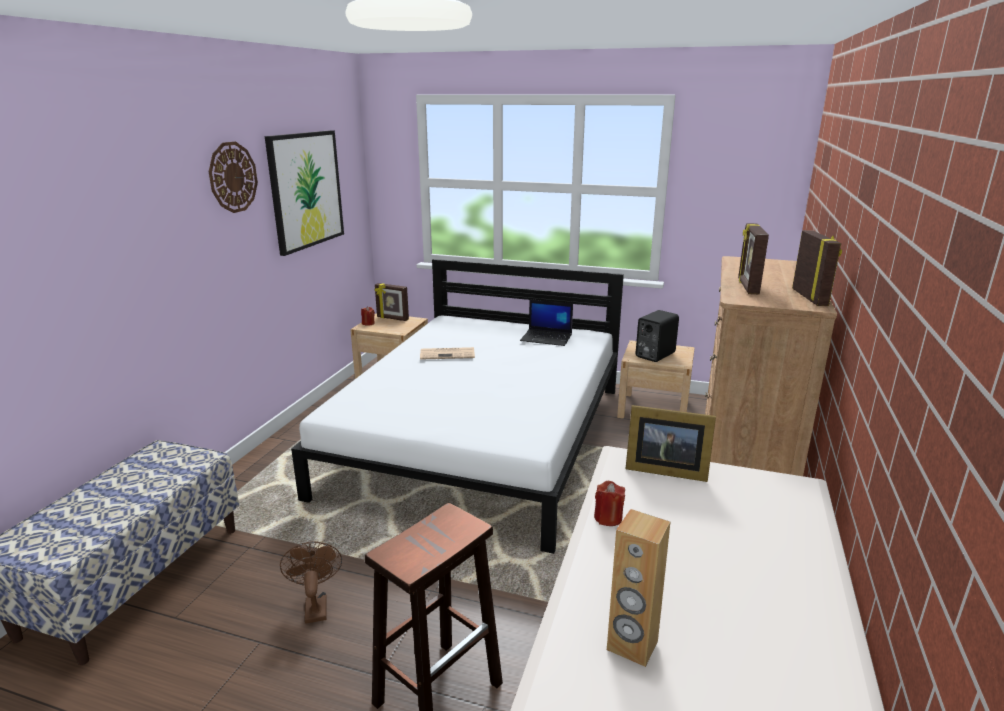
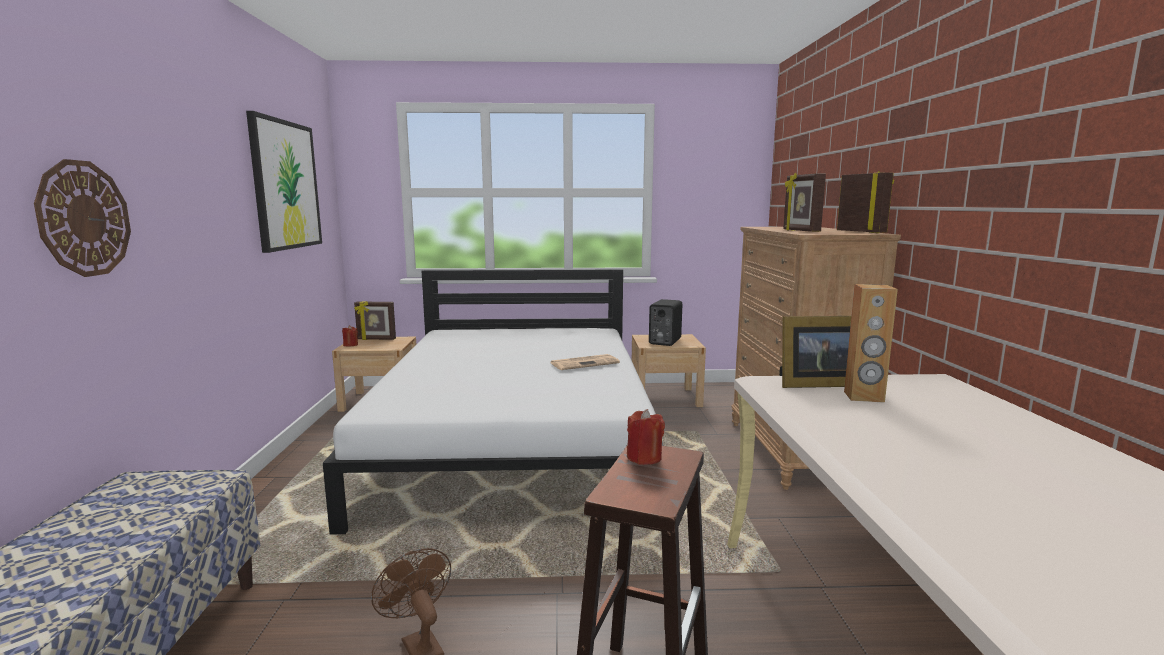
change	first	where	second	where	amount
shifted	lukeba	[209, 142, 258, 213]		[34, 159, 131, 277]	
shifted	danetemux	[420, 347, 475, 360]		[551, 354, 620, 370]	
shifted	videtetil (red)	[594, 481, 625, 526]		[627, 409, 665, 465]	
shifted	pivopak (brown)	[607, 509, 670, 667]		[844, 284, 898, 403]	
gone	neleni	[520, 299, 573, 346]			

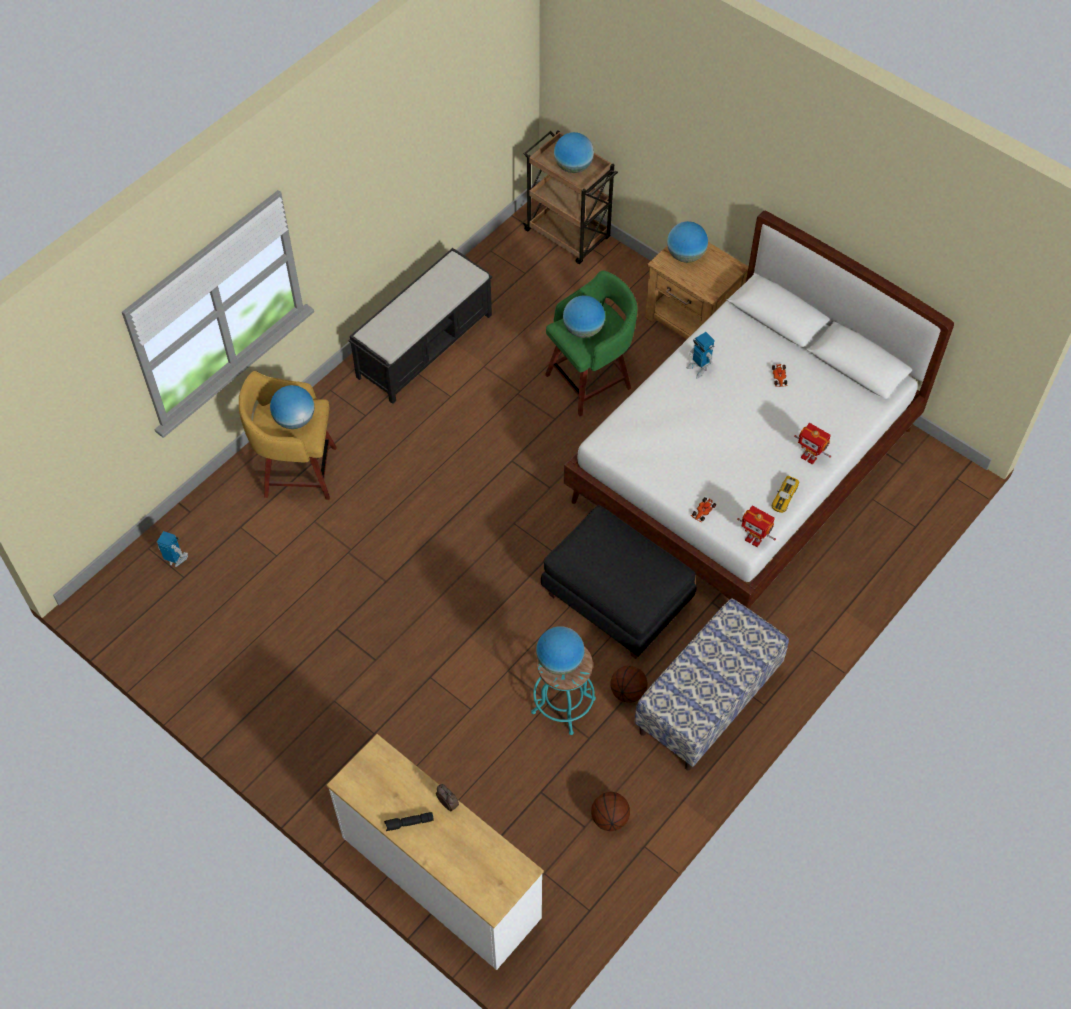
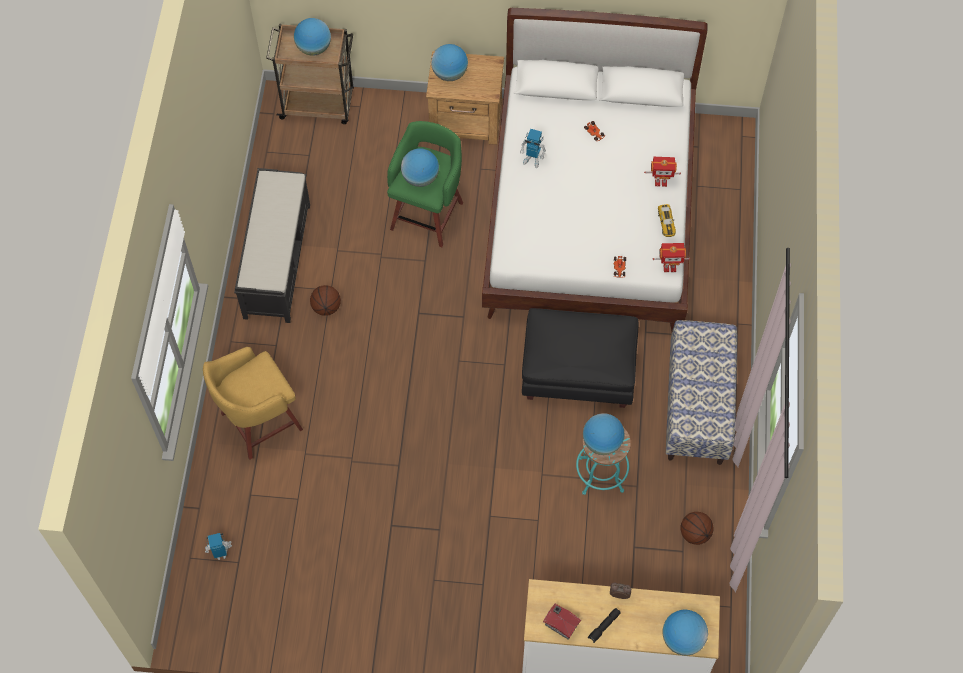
change	first	where	second	where	amount
shifted	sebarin	[610, 666, 648, 703]		[310, 285, 341, 316]	
new			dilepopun	[543, 604, 581, 640]	
shifted	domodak	[270, 385, 314, 429]		[663, 610, 708, 656]	

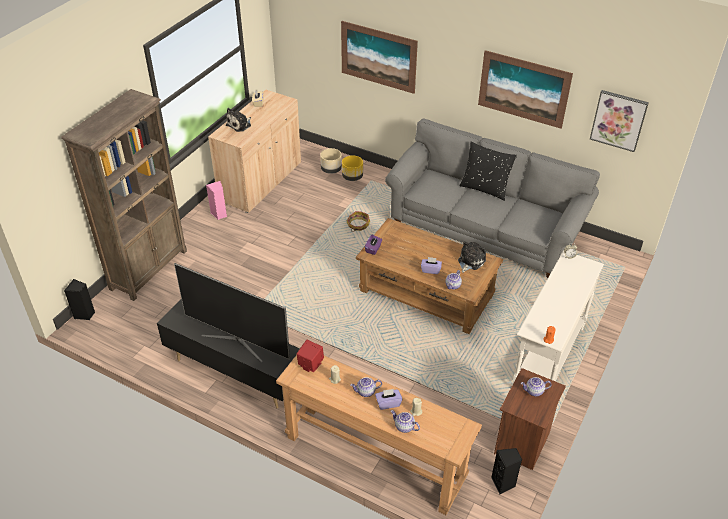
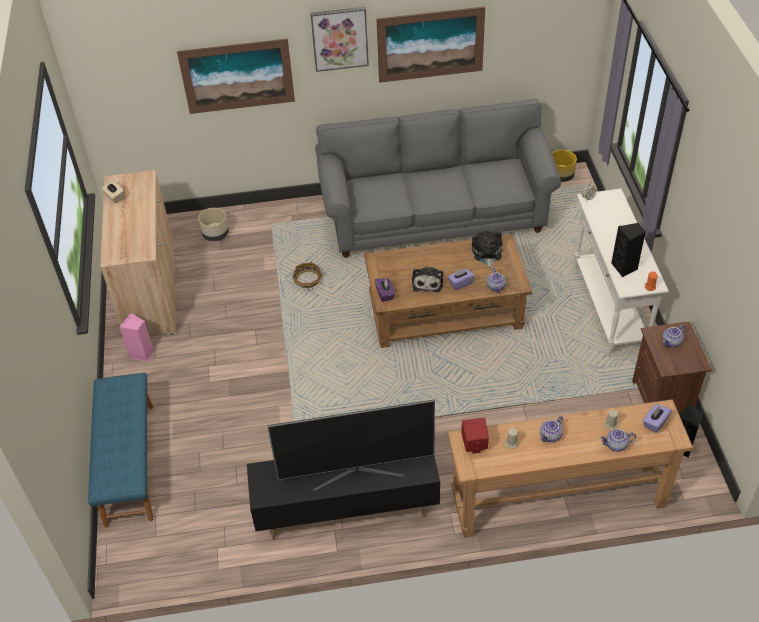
change	first	where	second	where	amount
swapped	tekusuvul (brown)	[61, 89, 187, 301]	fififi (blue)	[88, 373, 153, 528]	
shifted	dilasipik	[590, 90, 649, 152]		[311, 7, 369, 72]	
shifted	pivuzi	[226, 108, 251, 132]		[412, 266, 443, 292]	
shifted	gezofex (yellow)	[342, 155, 363, 181]		[552, 150, 577, 182]	
shifted	pivopak (black)	[64, 279, 95, 320]		[611, 223, 646, 277]	
shifted	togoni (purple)	[375, 389, 403, 410]		[643, 404, 672, 433]	
gone	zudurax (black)	[460, 142, 517, 201]			

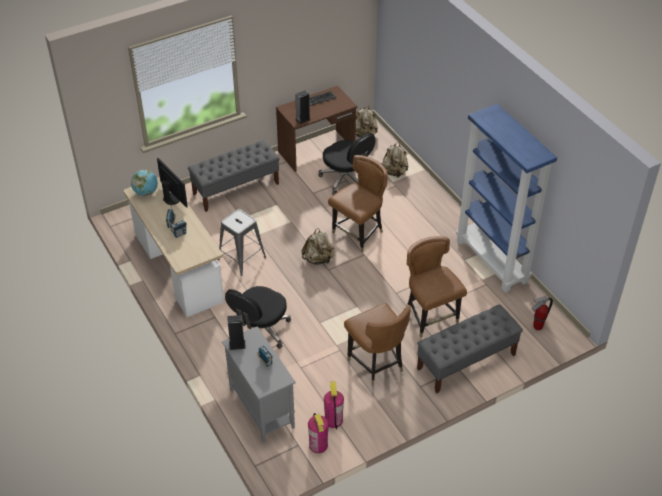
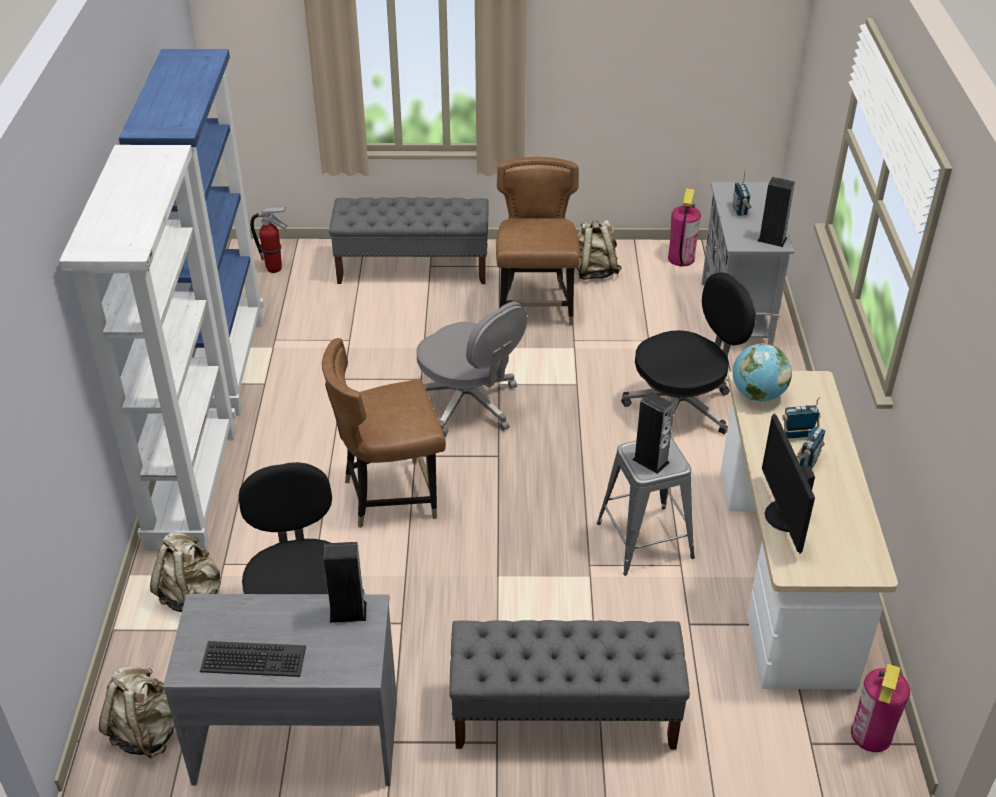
change	first	where	second	where	amount
new			tekusuvul (white)	[59, 145, 236, 551]	
repainted	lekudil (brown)	[276, 86, 358, 172]	lekudil (grey)	[163, 594, 397, 786]	
new			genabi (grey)	[416, 302, 527, 437]	
shifted	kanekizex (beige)	[302, 228, 335, 265]		[577, 220, 622, 280]	
new			pivopak	[632, 392, 674, 474]	
shifted	domodak	[131, 170, 158, 196]		[733, 343, 792, 401]	
shifted	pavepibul	[324, 381, 344, 430]		[851, 663, 910, 752]	
gone	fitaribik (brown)	[407, 236, 467, 337]			

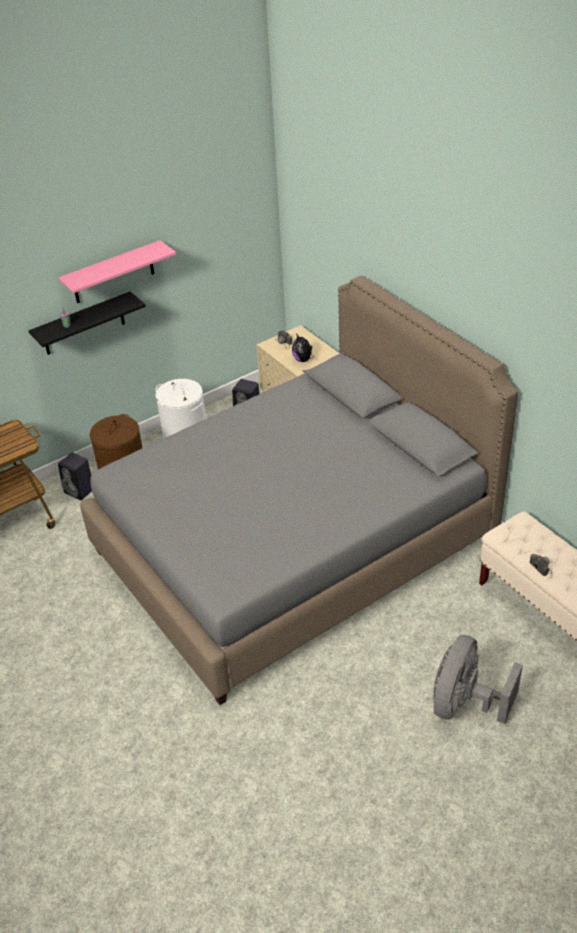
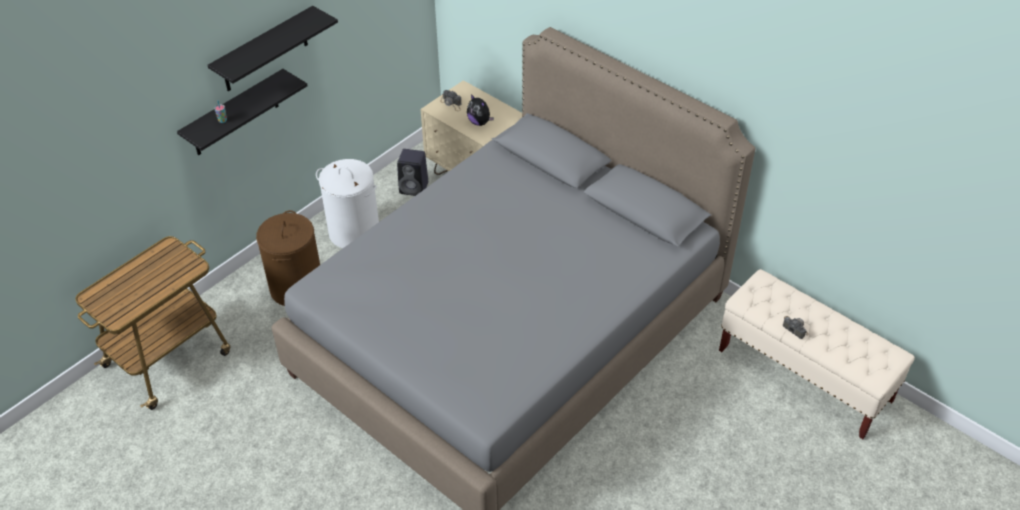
change	first	where	second	where	amount
repainted	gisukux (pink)	[59, 240, 176, 303]	gisukux (black)	[207, 6, 338, 91]	
gone	pivopak (black)	[58, 452, 92, 500]			
gone	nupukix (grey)	[433, 635, 523, 724]			

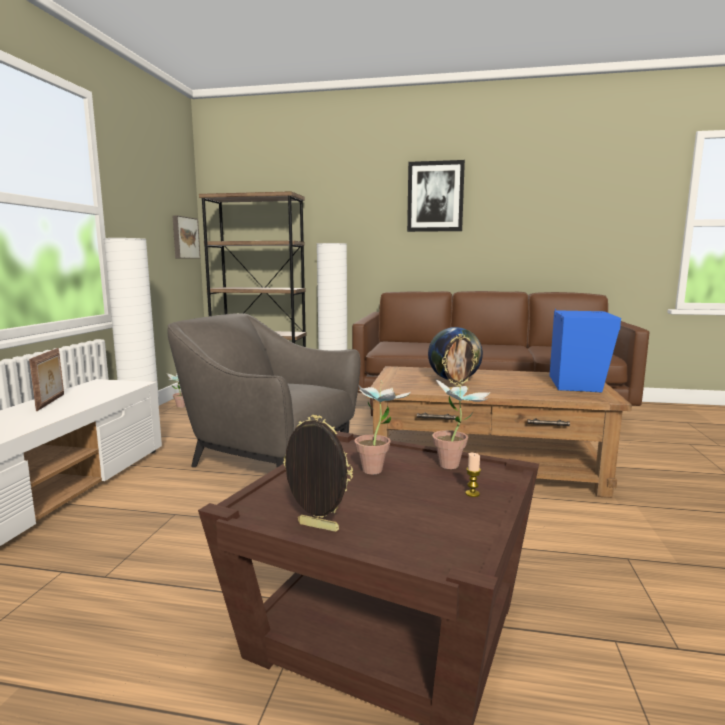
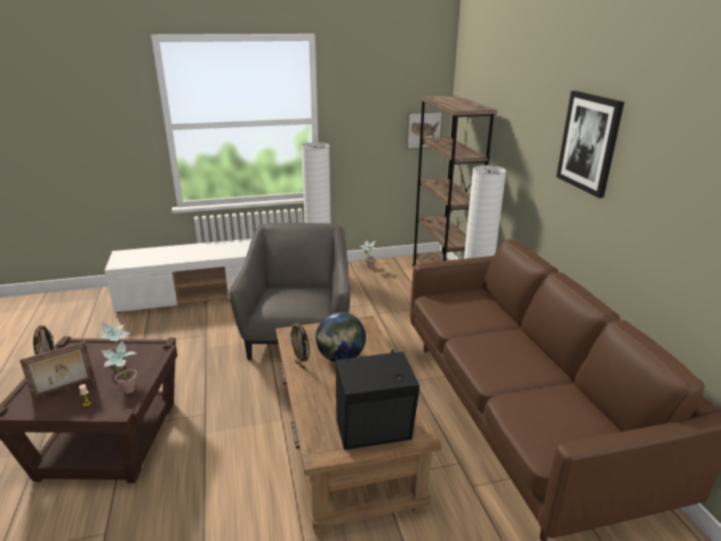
change	first	where	second	where	amount
shifted	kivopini	[29, 348, 64, 411]		[20, 341, 95, 399]	
repainted	pivopak (blue)	[549, 308, 621, 392]	pivopak (black)	[335, 350, 420, 450]	

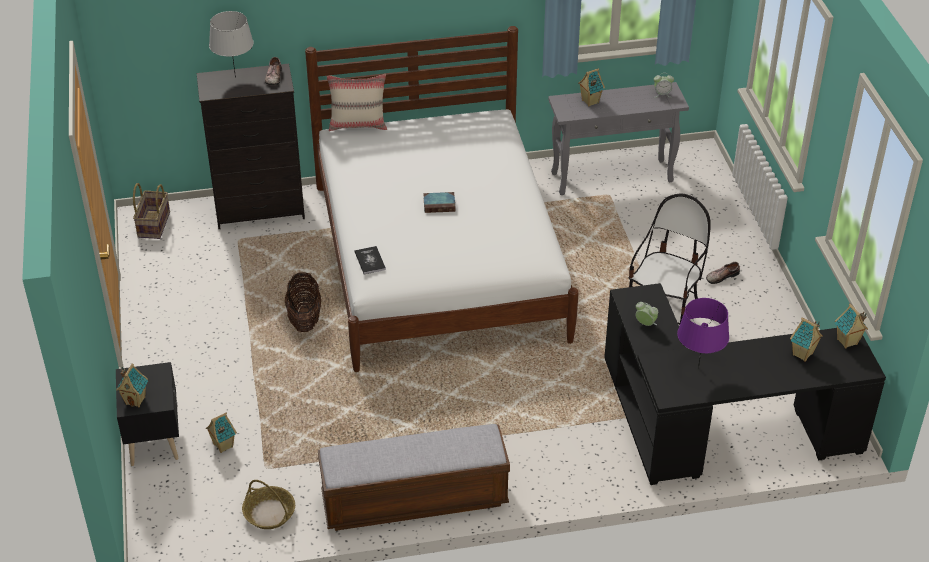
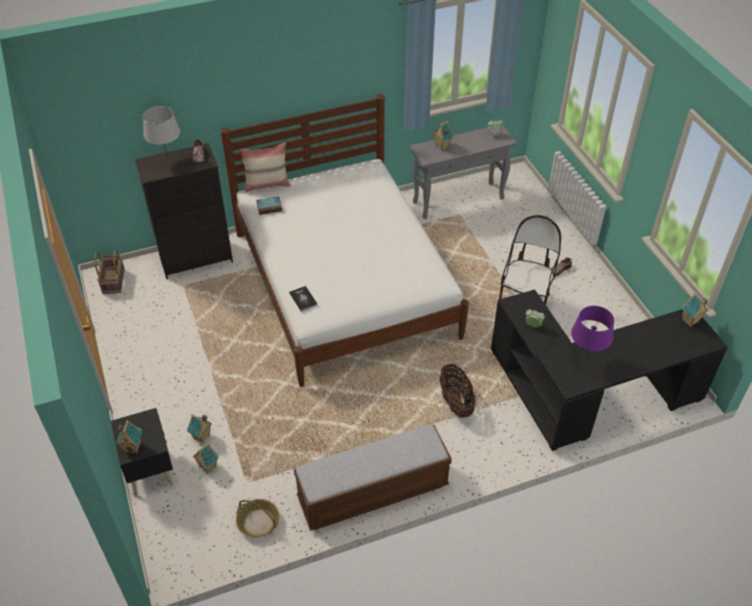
change	first	where	second	where	amount
shifted	dilepopun	[790, 318, 823, 362]		[187, 414, 212, 444]	
shifted	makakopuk	[423, 192, 456, 213]		[256, 196, 282, 215]	
shifted	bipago	[285, 272, 321, 332]		[440, 364, 476, 418]	

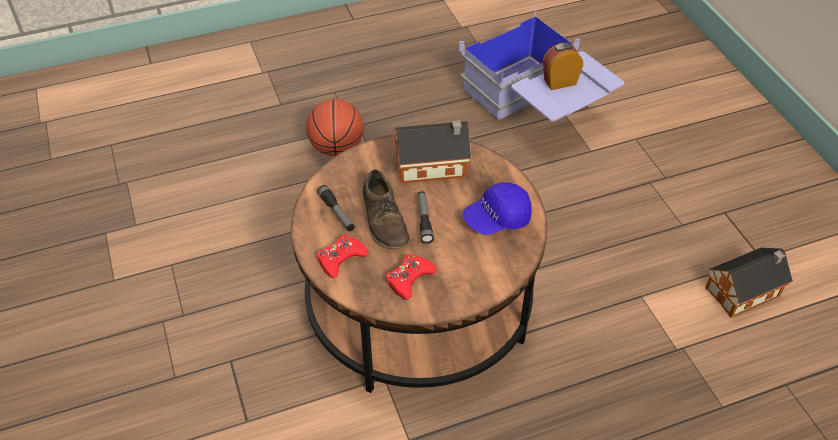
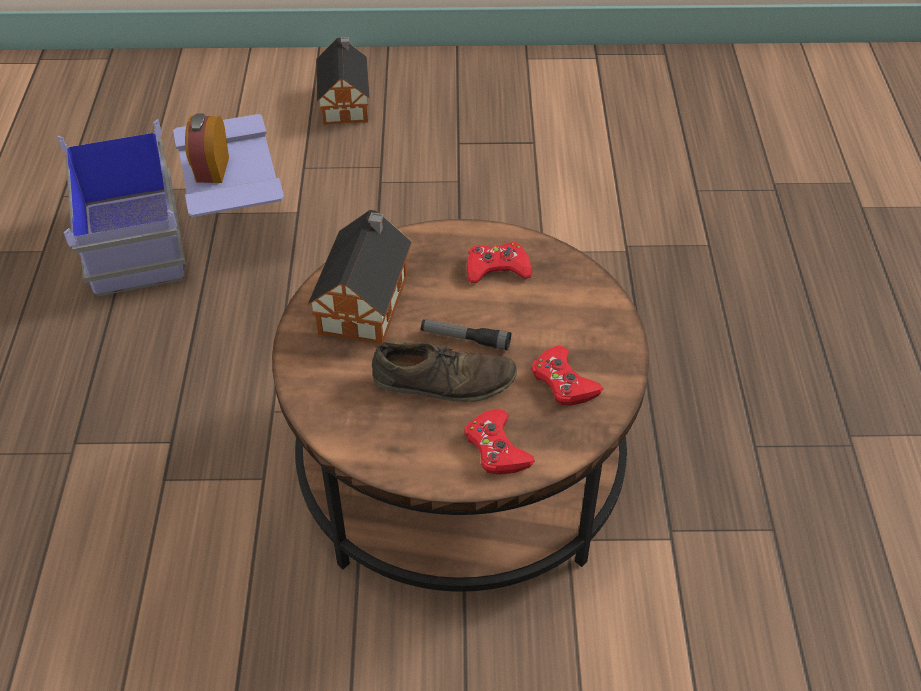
change	first	where	second	where	amount
shifted	dilepopun	[705, 247, 793, 318]		[316, 37, 370, 125]	
swapped	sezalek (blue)	[462, 182, 532, 235]	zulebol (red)	[467, 242, 532, 283]	
gone	sebarin	[306, 99, 364, 156]			
gone	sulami	[317, 185, 355, 231]			

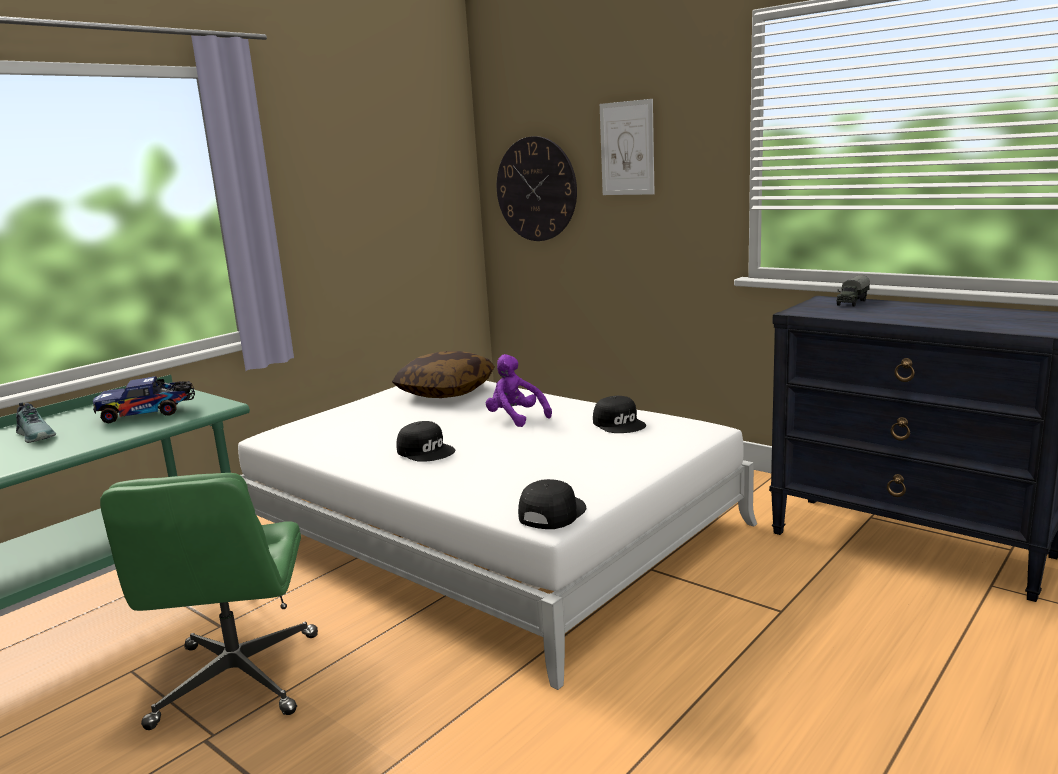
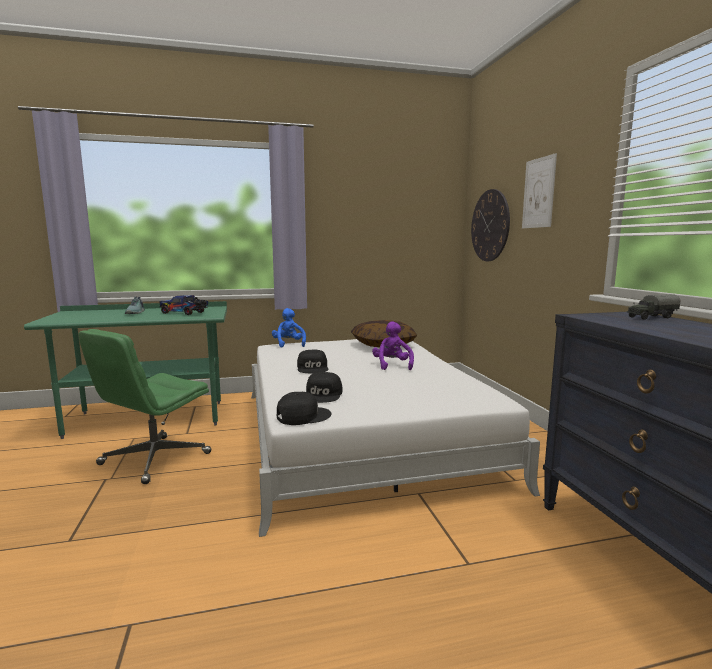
change	first	where	second	where	amount
new			pivuzi (blue)	[272, 308, 306, 347]	
shifted	sezalek (black)	[593, 396, 646, 433]		[306, 372, 342, 403]	

